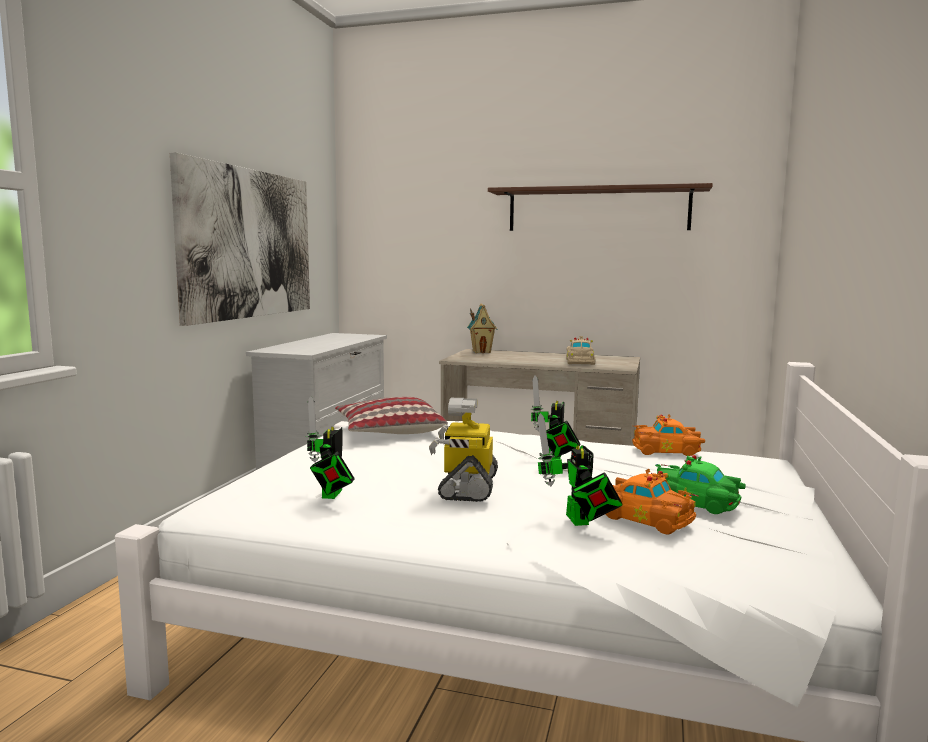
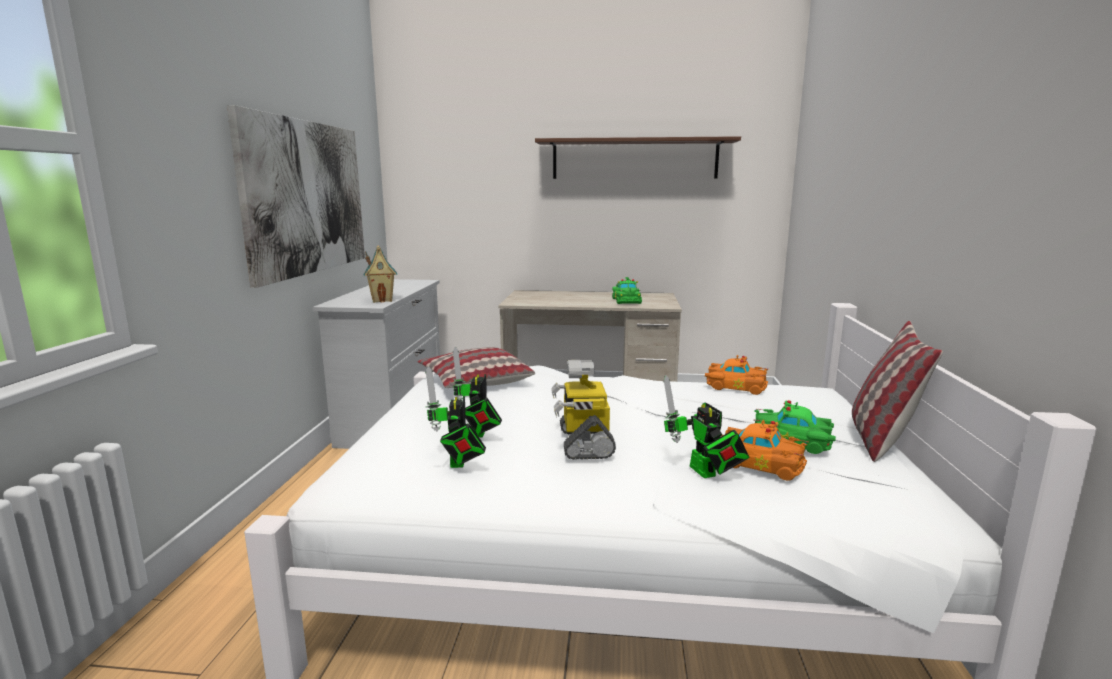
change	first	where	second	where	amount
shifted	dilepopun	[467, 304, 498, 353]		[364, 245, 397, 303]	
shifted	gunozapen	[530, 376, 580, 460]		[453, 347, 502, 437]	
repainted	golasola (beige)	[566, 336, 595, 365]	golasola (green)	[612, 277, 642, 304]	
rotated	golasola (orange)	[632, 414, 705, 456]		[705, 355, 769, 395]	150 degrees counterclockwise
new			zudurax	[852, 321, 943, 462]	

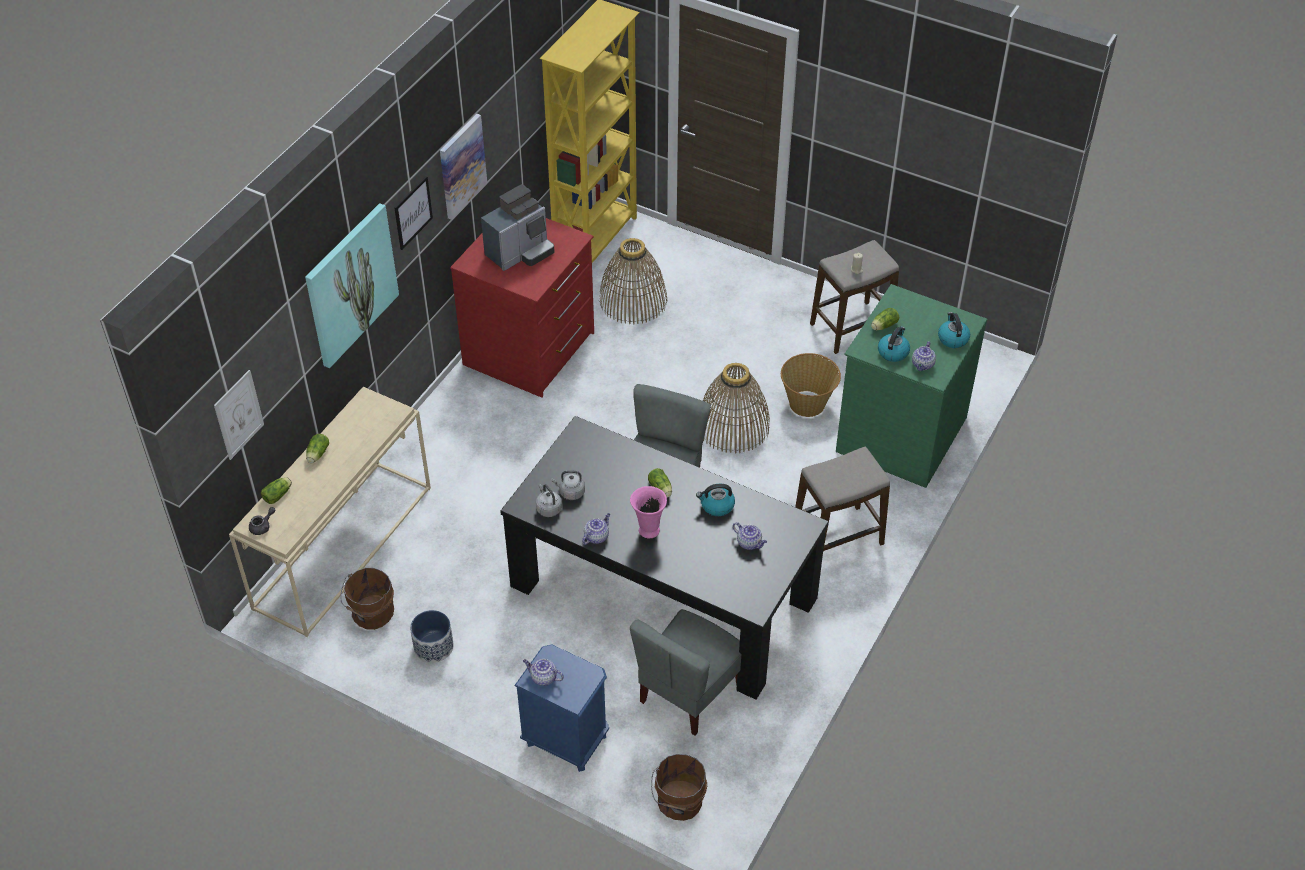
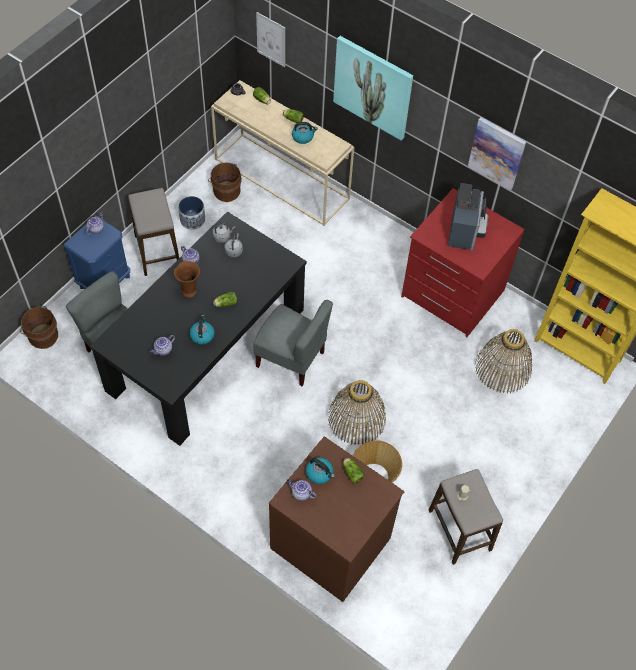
change	first	where	second	where	amount
shifted	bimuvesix	[795, 447, 890, 551]		[128, 188, 179, 276]	
repainted	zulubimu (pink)	[630, 486, 667, 538]	zulubimu (brown)	[174, 261, 200, 298]	
repainted	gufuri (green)	[836, 284, 987, 488]	gufuri (brown)	[269, 436, 405, 602]	
shifted	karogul	[938, 312, 970, 348]		[292, 122, 318, 144]	
rotated	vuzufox	[481, 184, 554, 271]		[448, 183, 488, 251]	135 degrees counterclockwise
gone	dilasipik	[394, 176, 433, 250]			

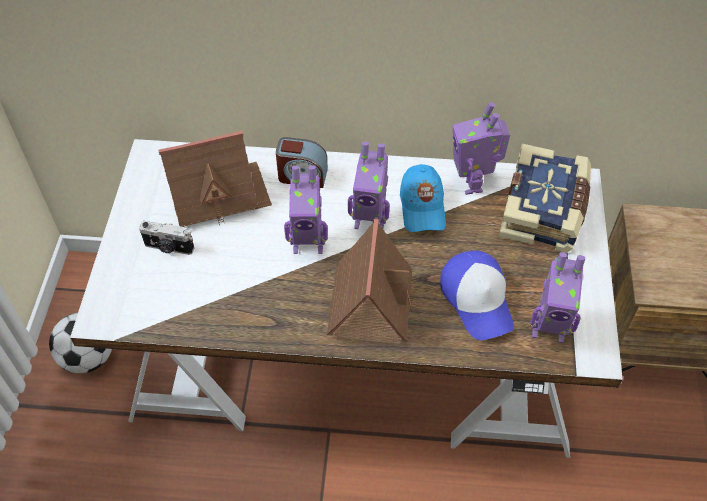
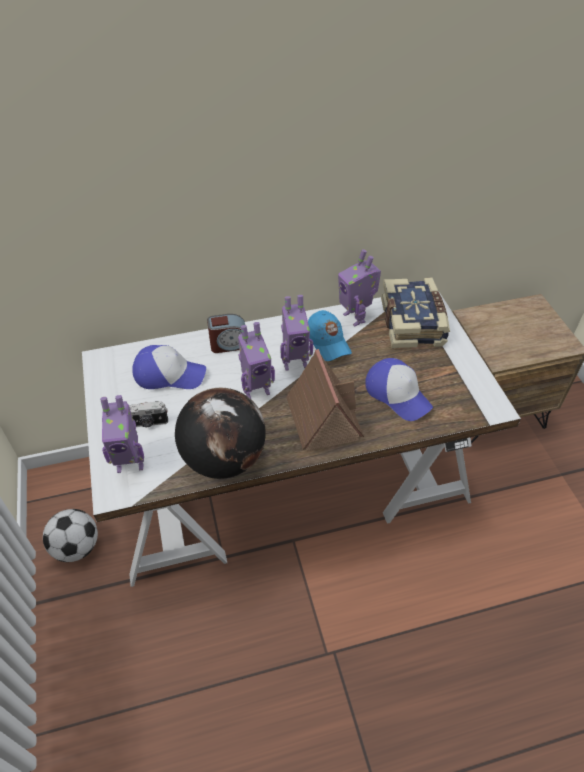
change	first	where	second	where	amount
shifted	gunozapen	[530, 252, 585, 343]		[100, 395, 144, 473]	
swapped	dilepopun	[158, 130, 272, 227]	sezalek	[132, 345, 206, 389]	
new			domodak	[175, 388, 266, 479]	

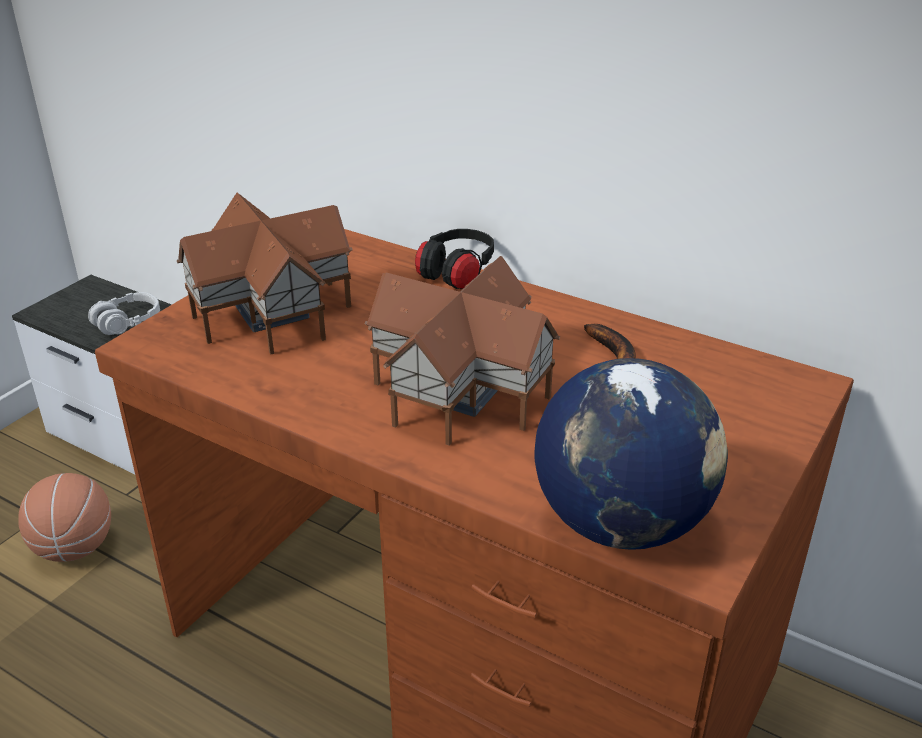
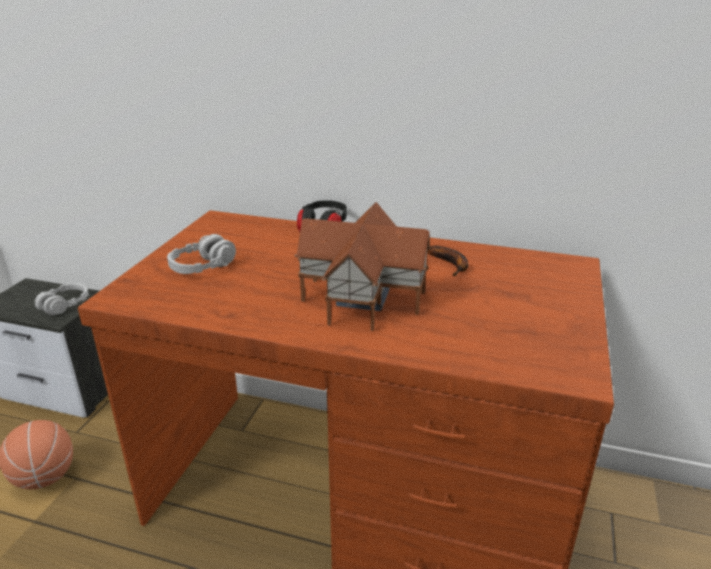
change	first	where	second	where	amount
swapped	dilepopun	[177, 193, 353, 354]	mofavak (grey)	[167, 234, 236, 274]	
gone	domodak	[534, 358, 728, 550]			

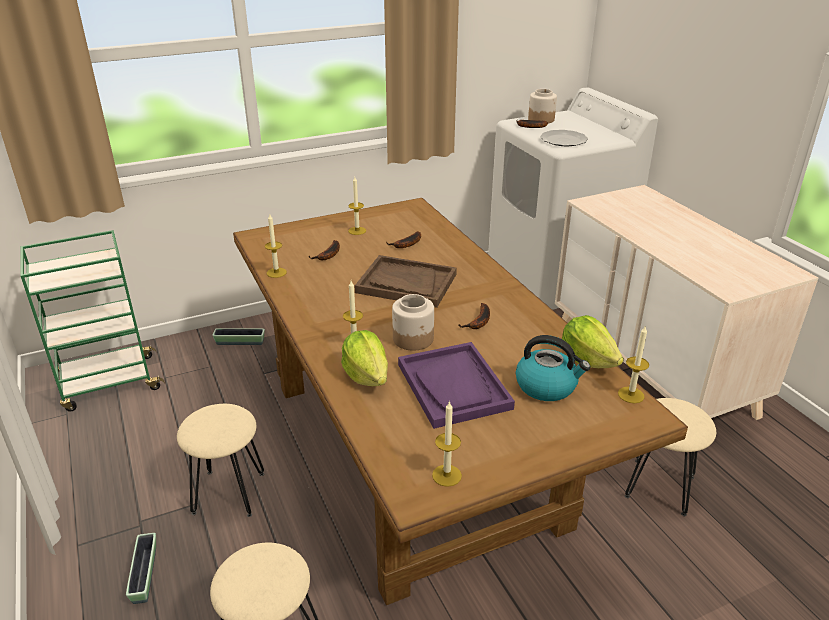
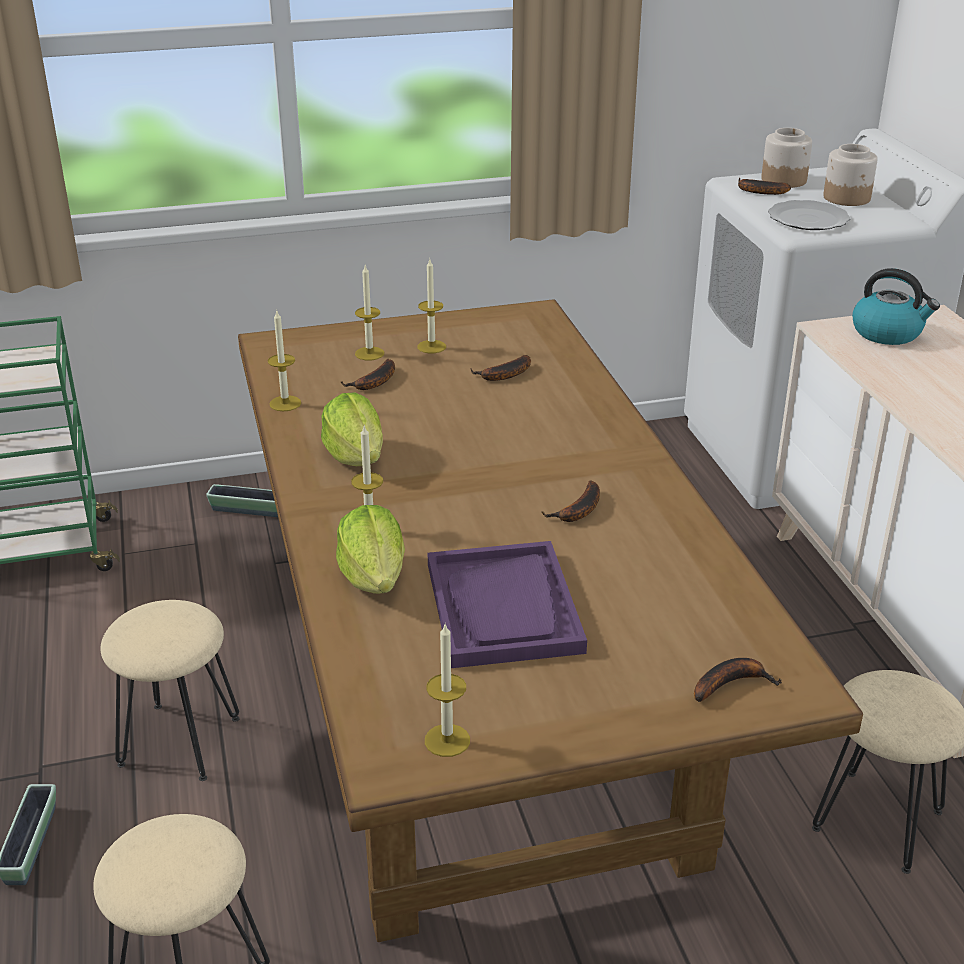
change	first	where	second	where	amount
shifted	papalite	[562, 315, 624, 368]		[321, 392, 383, 466]	
shifted	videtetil	[618, 325, 649, 403]		[355, 265, 384, 360]	
new			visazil	[694, 658, 782, 702]	
shifted	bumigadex	[392, 294, 434, 351]		[823, 144, 878, 206]	
shifted	karogul	[516, 335, 590, 401]		[852, 268, 940, 345]	
gone	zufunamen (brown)	[355, 255, 457, 308]			

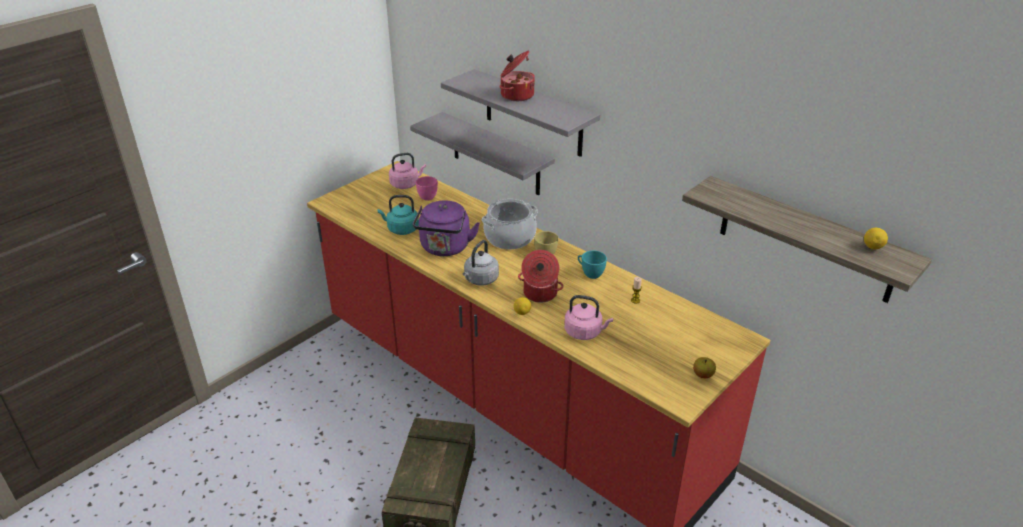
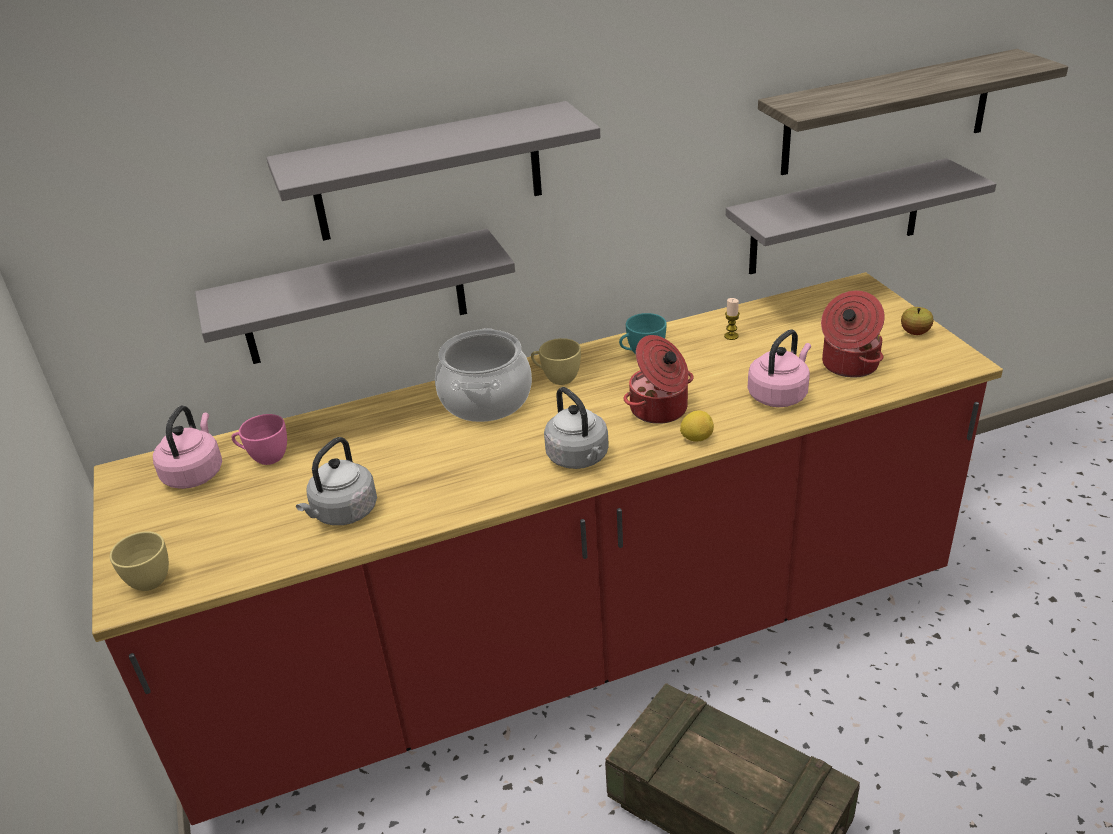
change	first	where	second	where	amount
new			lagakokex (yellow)	[110, 531, 169, 591]	
repainted	karogul (turquoise)	[377, 195, 419, 235]	karogul (grey)	[296, 437, 377, 525]	
new			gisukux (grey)	[726, 158, 996, 274]	
shifted	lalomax	[500, 51, 534, 101]		[821, 291, 885, 378]	
gone	karogul (purple)	[413, 200, 480, 256]			
gone	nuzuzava	[864, 228, 888, 249]			

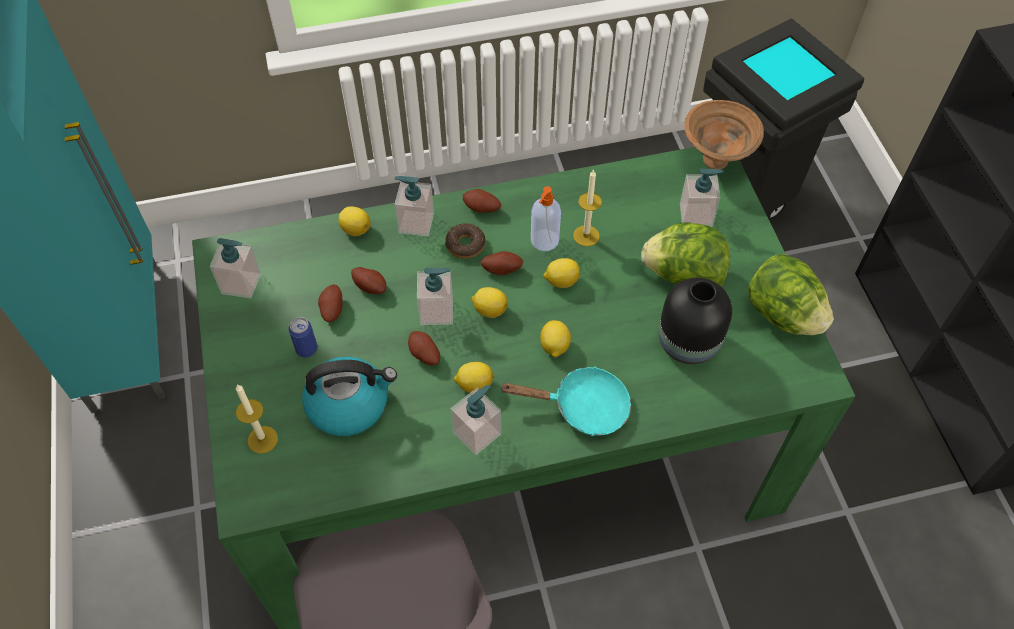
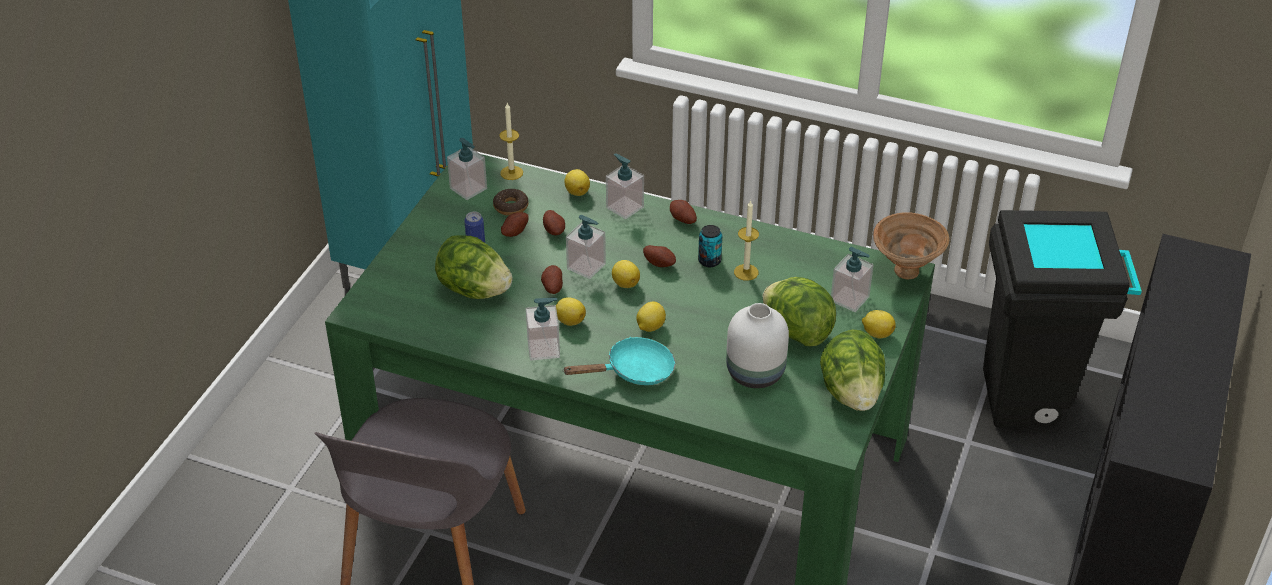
change	first	where	second	where	amount
swapped	karogul	[302, 357, 397, 436]	papalite	[435, 235, 512, 299]	
shifted	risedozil	[445, 223, 485, 259]		[493, 189, 529, 216]	
shifted	videtetil	[236, 384, 278, 454]		[499, 103, 523, 180]	
rotated	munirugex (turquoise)	[500, 366, 631, 436]		[562, 337, 675, 385]	60 degrees counterclockwise
swapped	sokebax	[531, 186, 561, 251]	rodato	[698, 225, 722, 267]	
repainted	zulubimu (black)	[659, 278, 732, 364]	zulubimu (white)	[726, 303, 789, 388]	
shifted	nuzuzava	[543, 258, 580, 288]		[862, 310, 896, 339]	

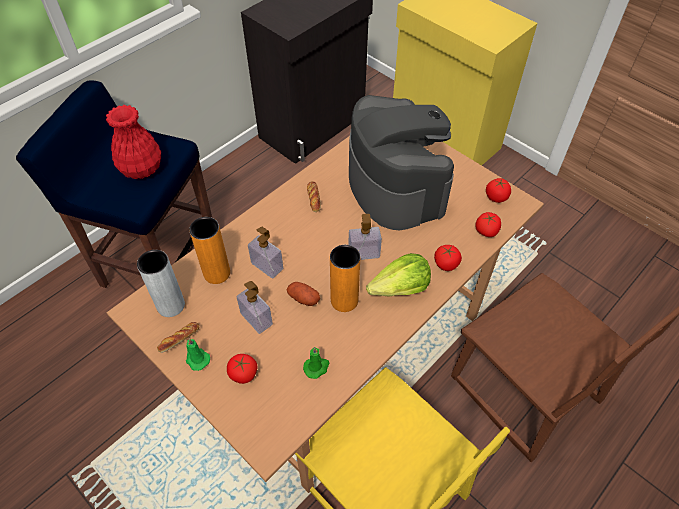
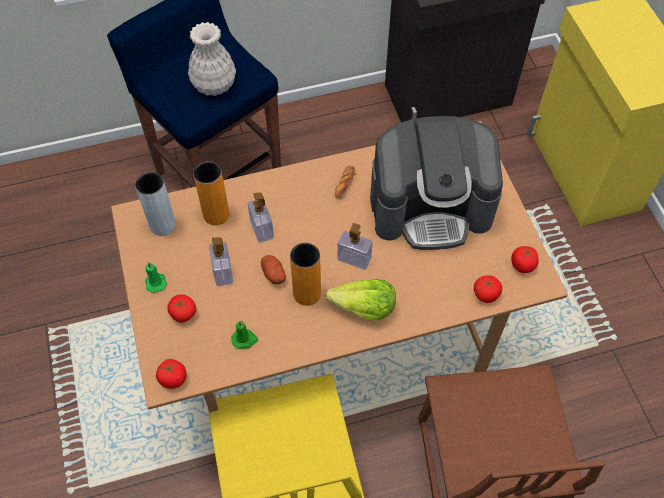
change	first	where	second	where	amount
shifted	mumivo	[434, 245, 462, 271]		[156, 359, 186, 389]	
repainted	zulubimu (red)	[106, 105, 161, 179]	zulubimu (white)	[188, 22, 236, 96]	
rotated	vuzufox	[349, 95, 454, 230]		[370, 116, 503, 250]	75 degrees clockwise
gone	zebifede	[157, 322, 199, 353]			

